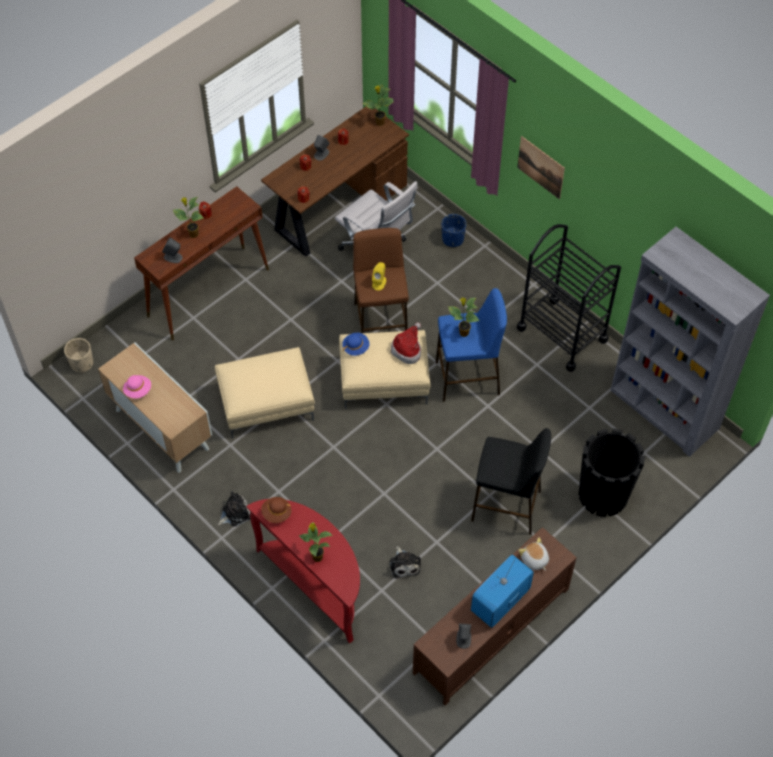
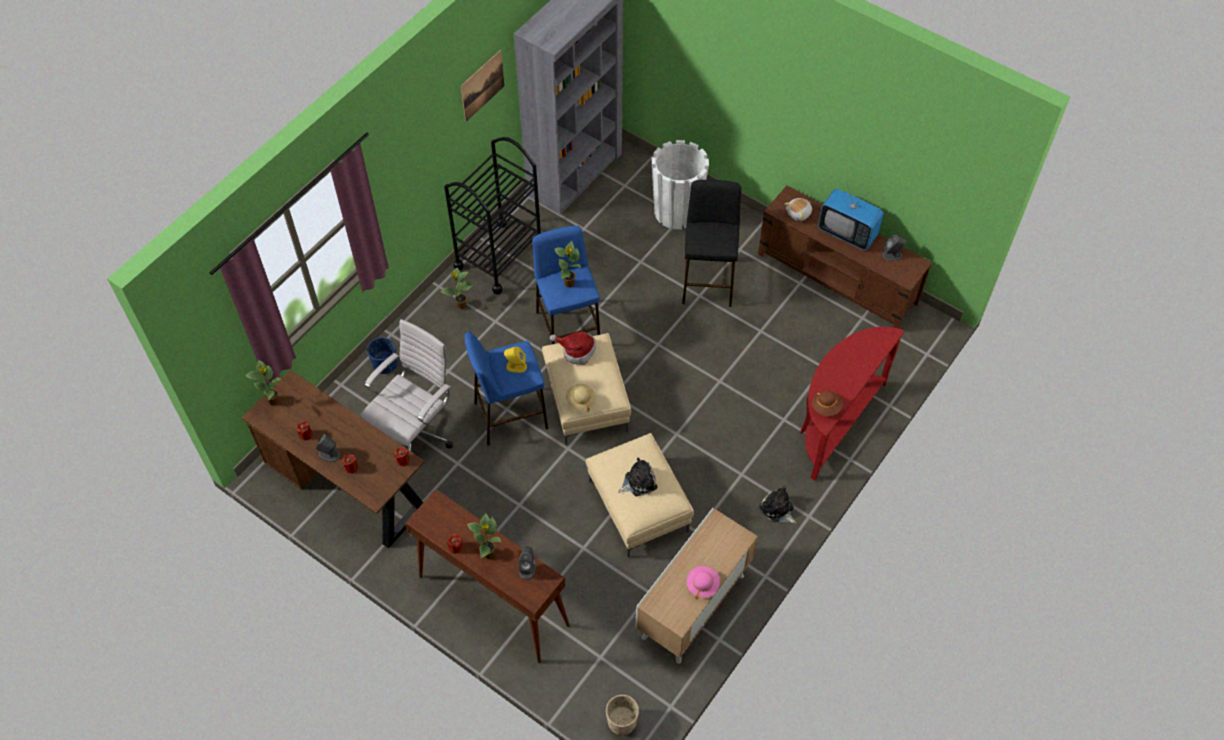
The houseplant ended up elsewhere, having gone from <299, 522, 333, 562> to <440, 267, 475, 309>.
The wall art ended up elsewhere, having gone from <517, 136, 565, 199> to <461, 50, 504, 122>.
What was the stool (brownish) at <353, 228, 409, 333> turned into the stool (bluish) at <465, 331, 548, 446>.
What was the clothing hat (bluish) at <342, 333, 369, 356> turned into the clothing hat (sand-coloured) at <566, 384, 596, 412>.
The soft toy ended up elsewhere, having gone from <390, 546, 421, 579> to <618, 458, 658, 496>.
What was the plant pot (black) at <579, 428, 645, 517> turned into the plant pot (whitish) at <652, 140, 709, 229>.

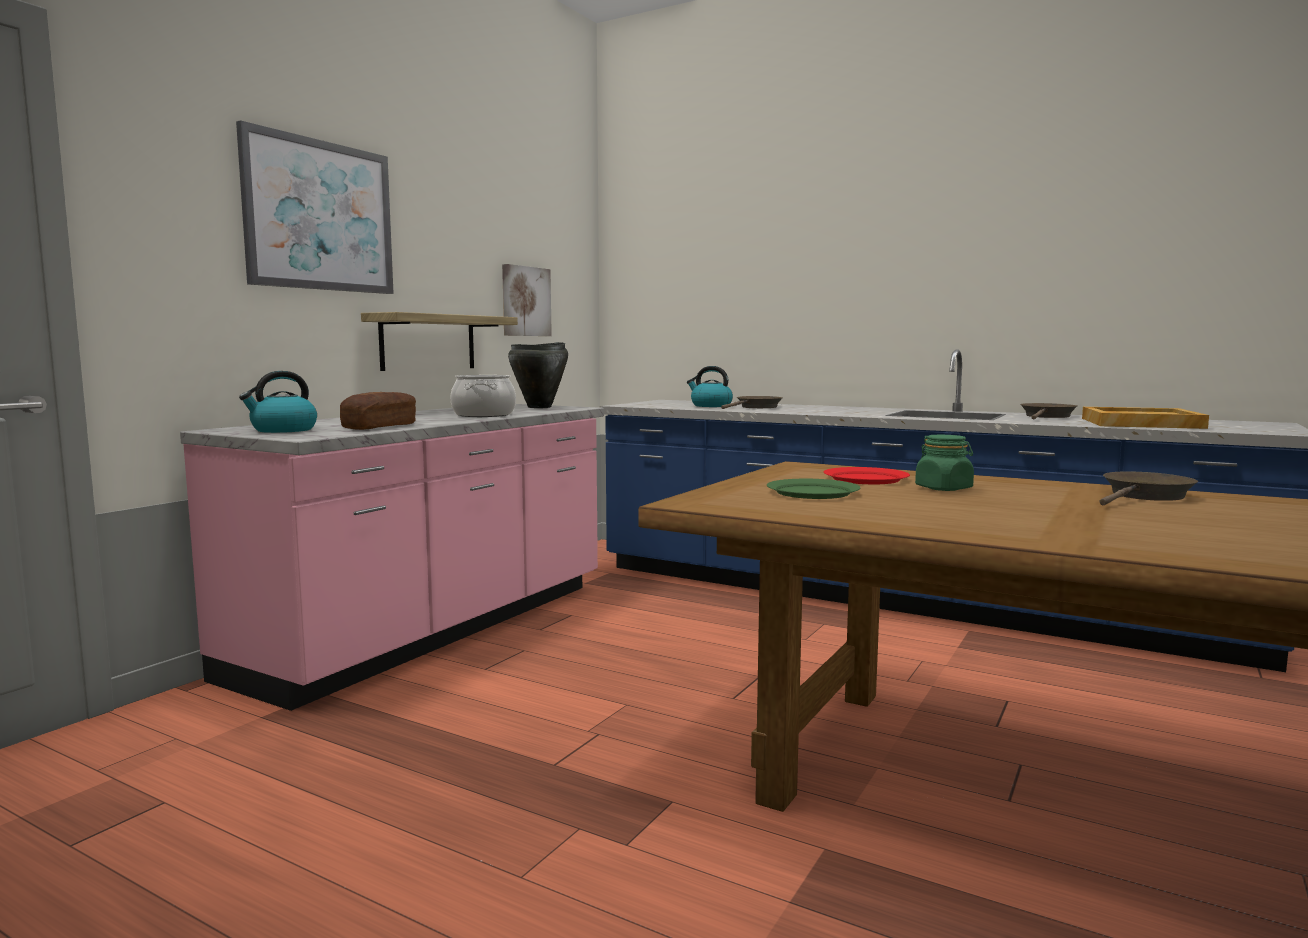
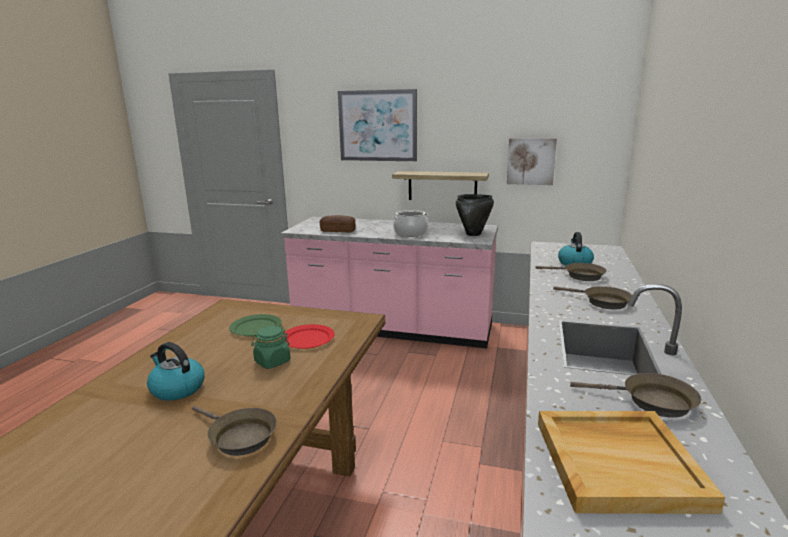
The kettle ended up elsewhere, having gone from <239, 371, 317, 433> to <147, 342, 205, 401>.
The second view gained the skillet (brownish) at <553, 286, 632, 310>.

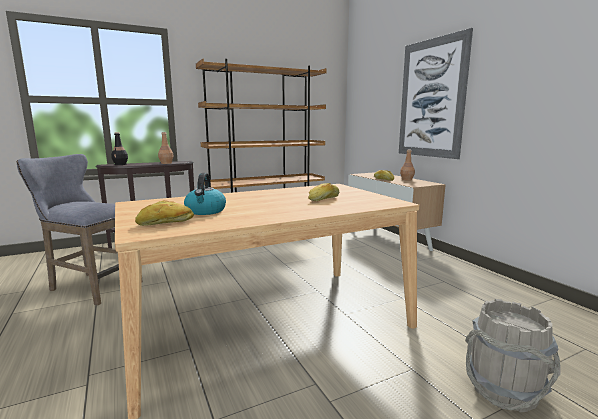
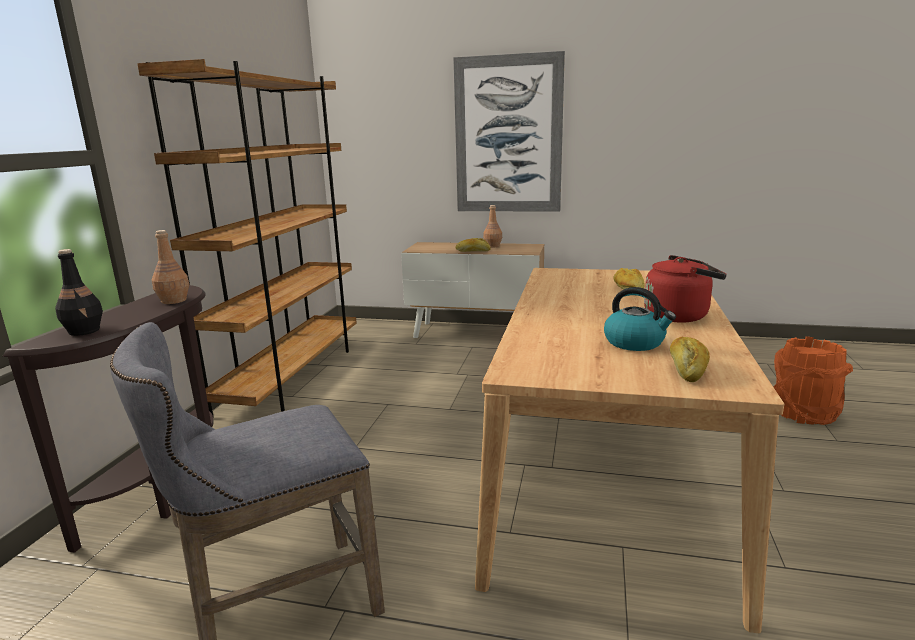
The second view gained the kettle (red-coloured) at <644, 255, 727, 323>.
What was the water bucket (greyish) at <465, 299, 561, 412> turned into the water bucket (orange) at <774, 336, 853, 425>.

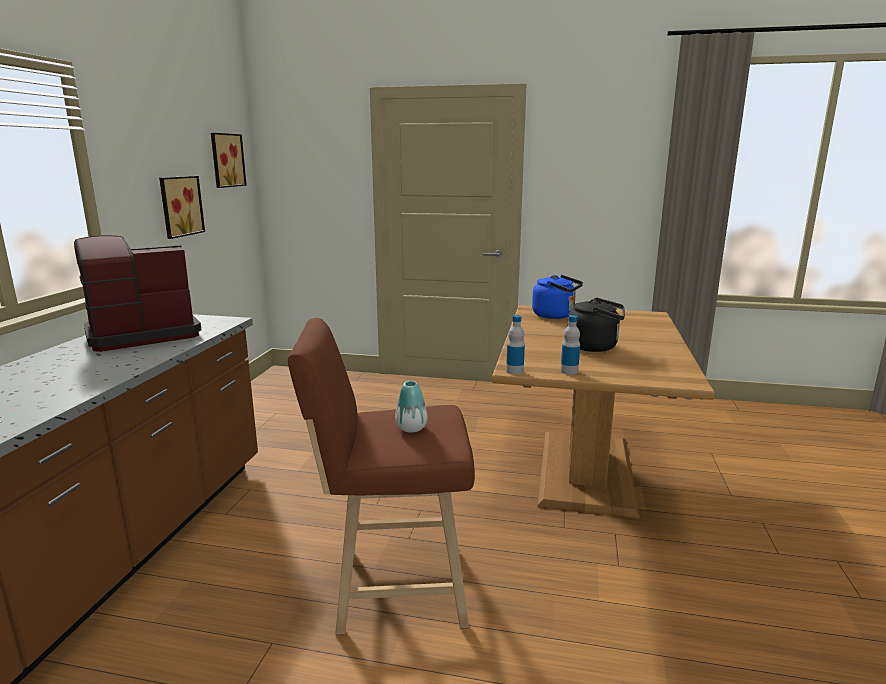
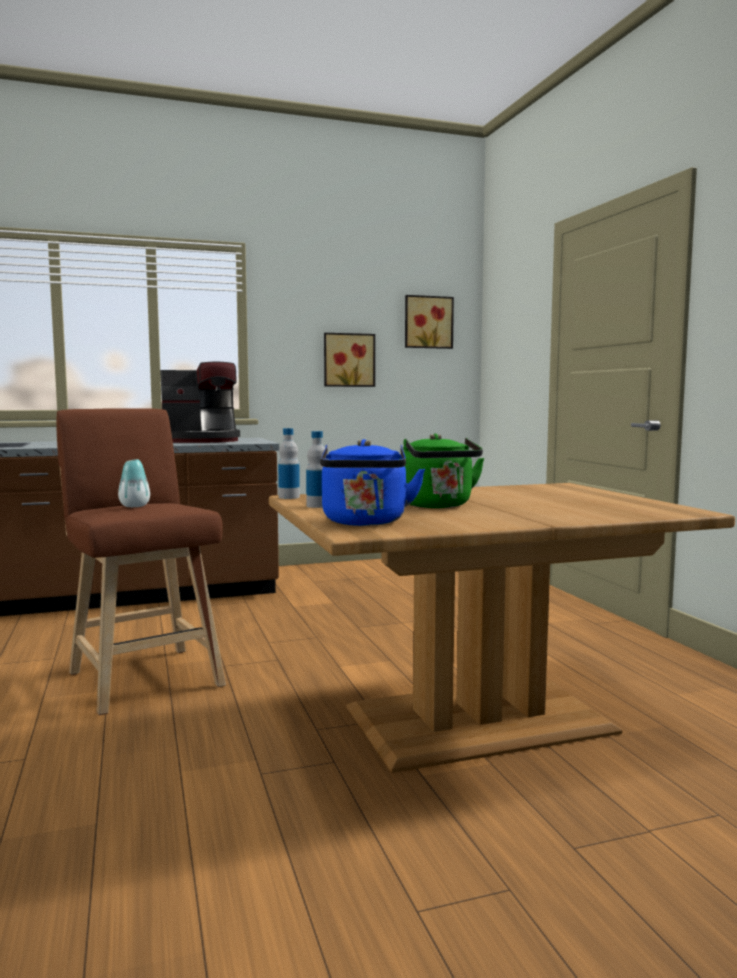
The coffee maker at <74, 235, 201, 352> ended up facing another way, 135 degrees clockwise from before.
The kettle (bluish) ended up elsewhere, having gone from <532, 275, 583, 319> to <320, 439, 425, 526>.
What was the kettle (black) at <567, 298, 625, 352> turned into the kettle (green) at <403, 434, 484, 508>.

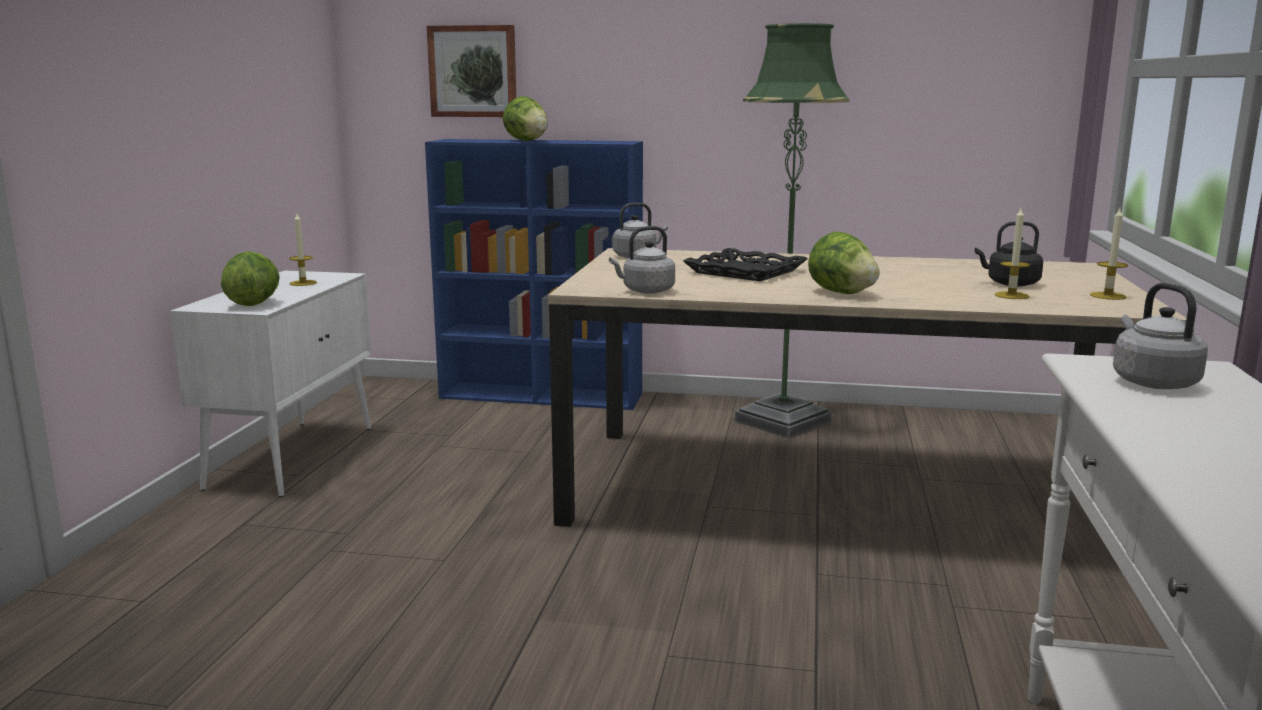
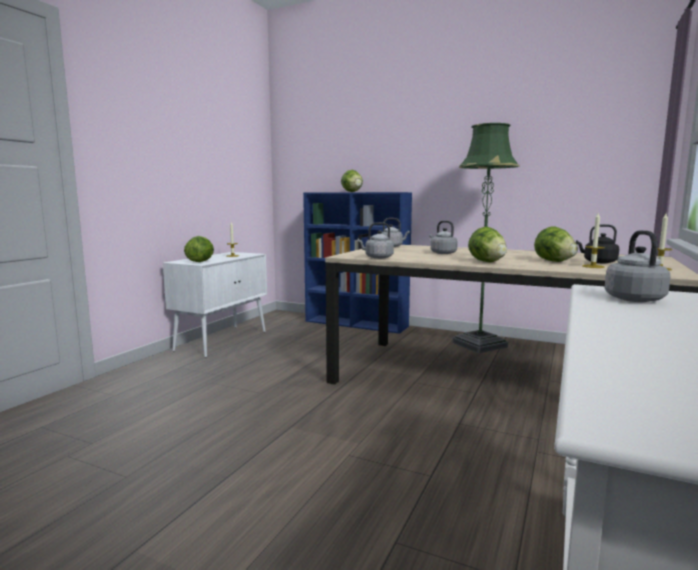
Where the carrying tray (black) stood at <683, 248, 808, 281>, the kettle (greyish) came to stand at <429, 221, 458, 254>.
The second view gained the lettuce head at <534, 226, 578, 262>.
The second view lost the wall art at <427, 25, 516, 117>.

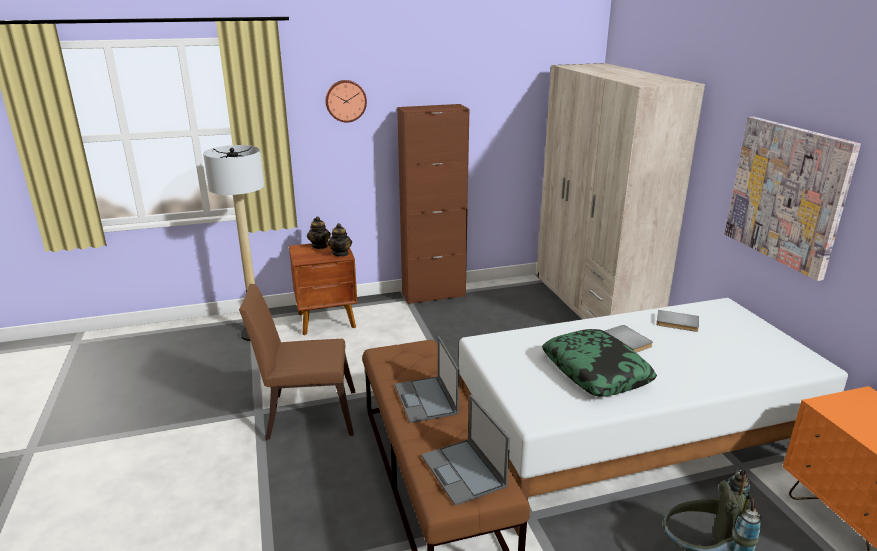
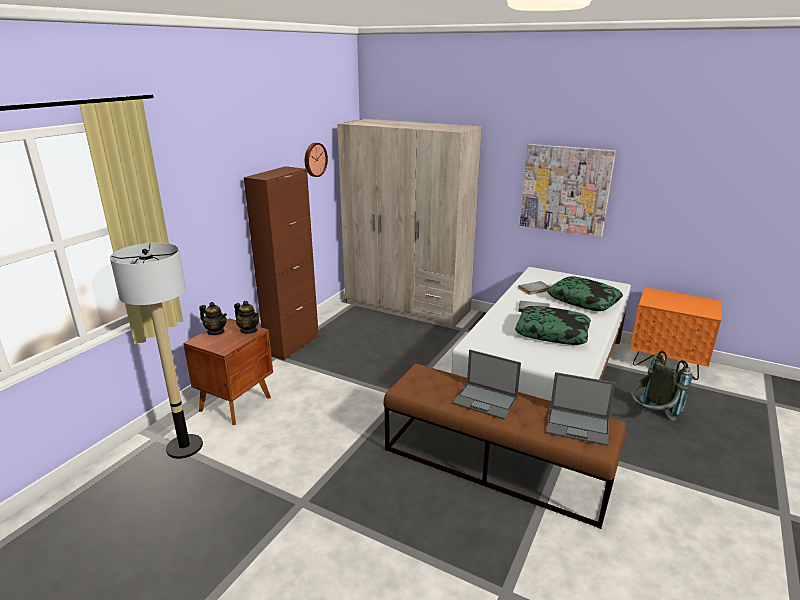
The wall clock ended up elsewhere, having gone from <325, 80, 367, 122> to <305, 143, 328, 177>.
The second view gained the throw pillow at <547, 276, 623, 311>.
The second view lost the plain chair (brownish) at <239, 284, 355, 440>.

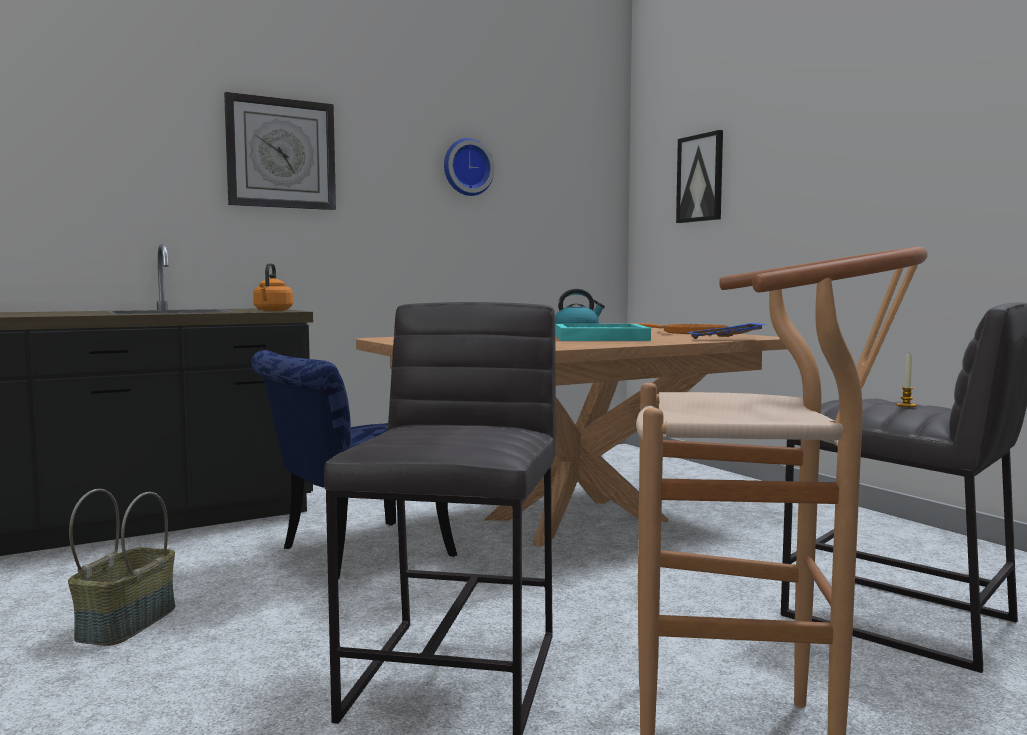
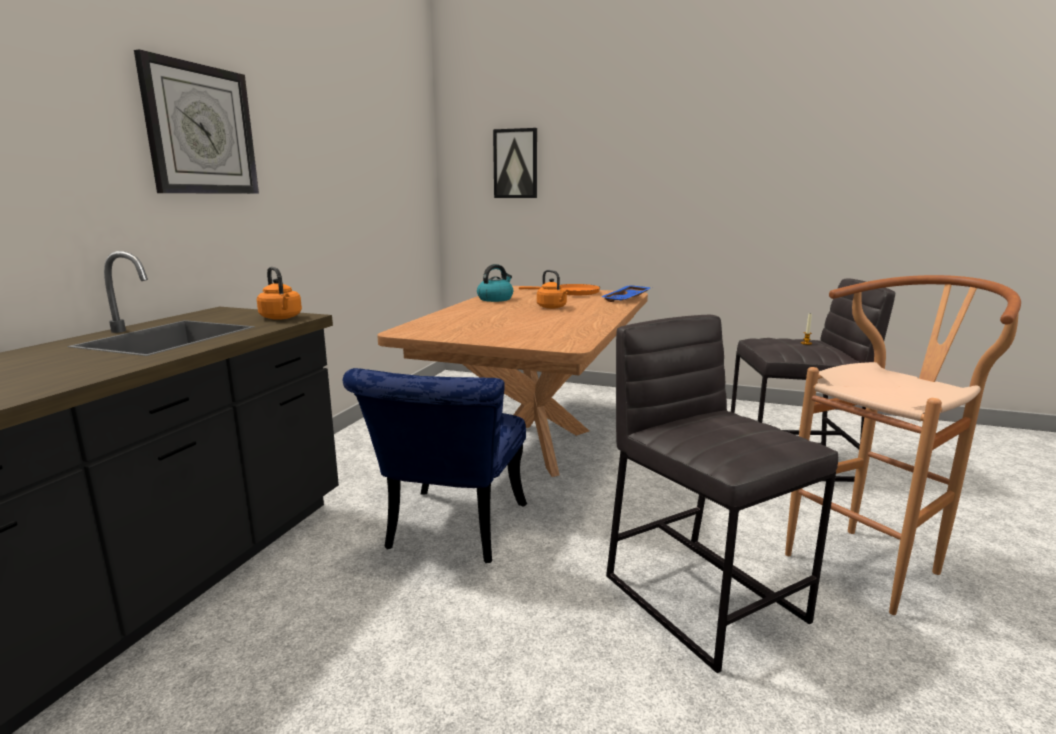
Where the carrying tray (turquoise-coloured) stood at <555, 324, 651, 341>, the kettle (orange) came to stand at <537, 270, 568, 309>.
The second view lost the storage basket at <68, 489, 175, 646>.
The second view lost the wall clock at <444, 138, 494, 196>.

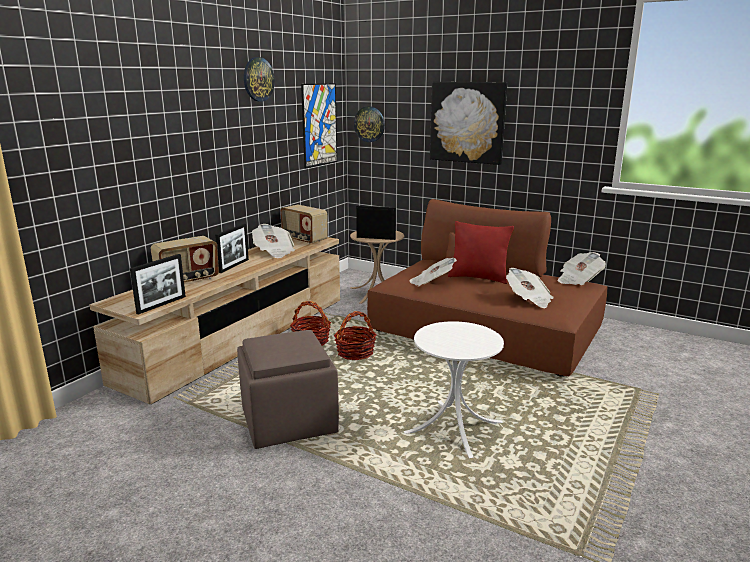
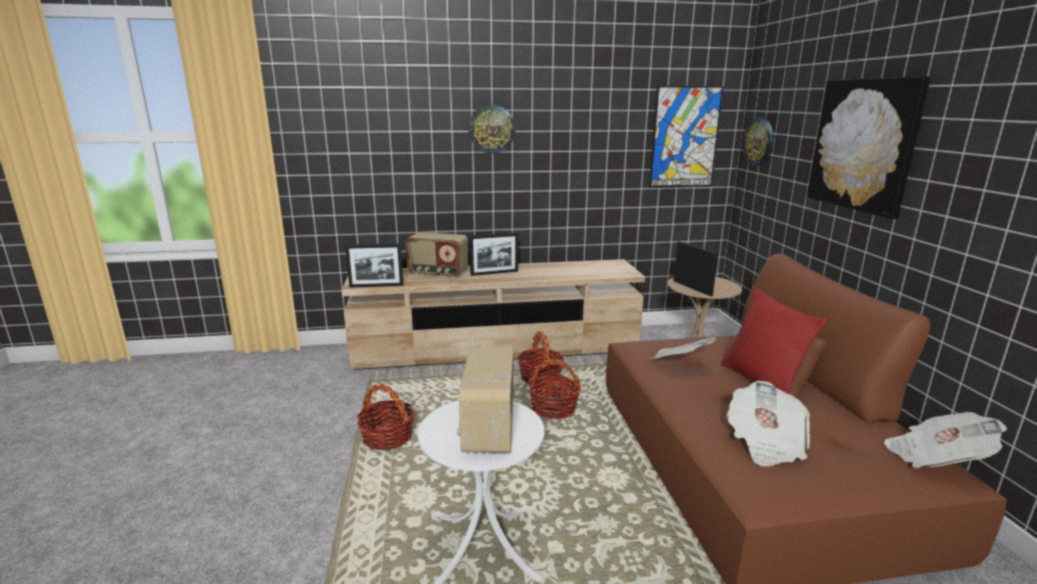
Where the footrest (brownish) stood at <237, 330, 339, 449>, the storage basket came to stand at <357, 384, 415, 451>.
The radio set ended up elsewhere, having gone from <280, 204, 328, 244> to <457, 346, 514, 453>.
The wall clock ended up elsewhere, having gone from <244, 57, 275, 102> to <468, 104, 516, 154>.
The second view lost the newspaper at <252, 224, 295, 258>.

